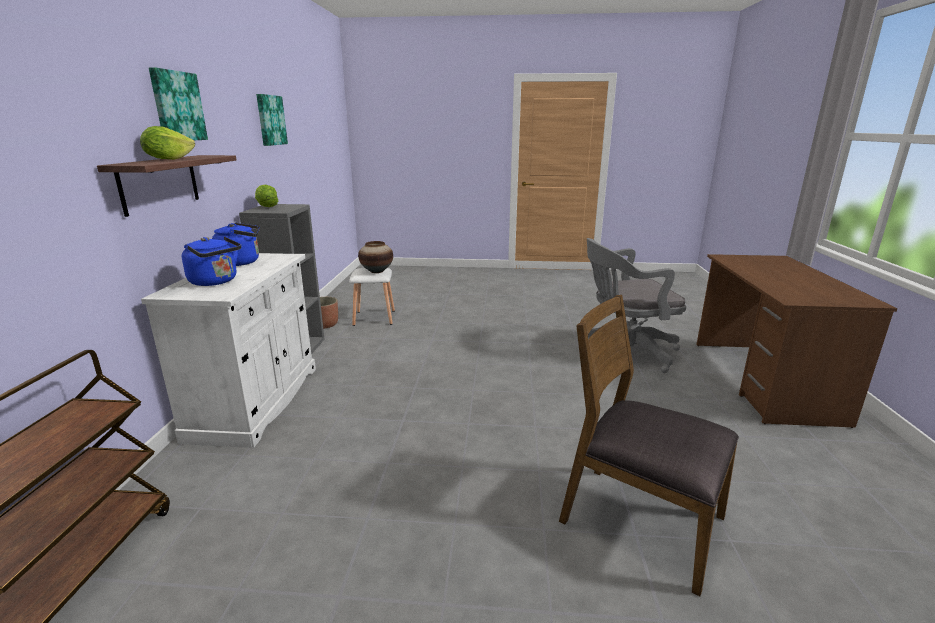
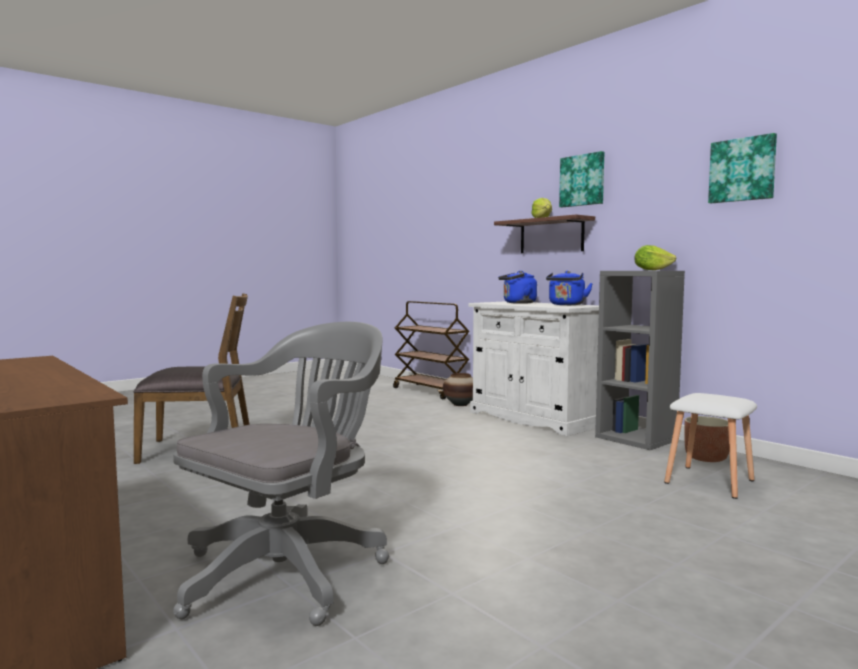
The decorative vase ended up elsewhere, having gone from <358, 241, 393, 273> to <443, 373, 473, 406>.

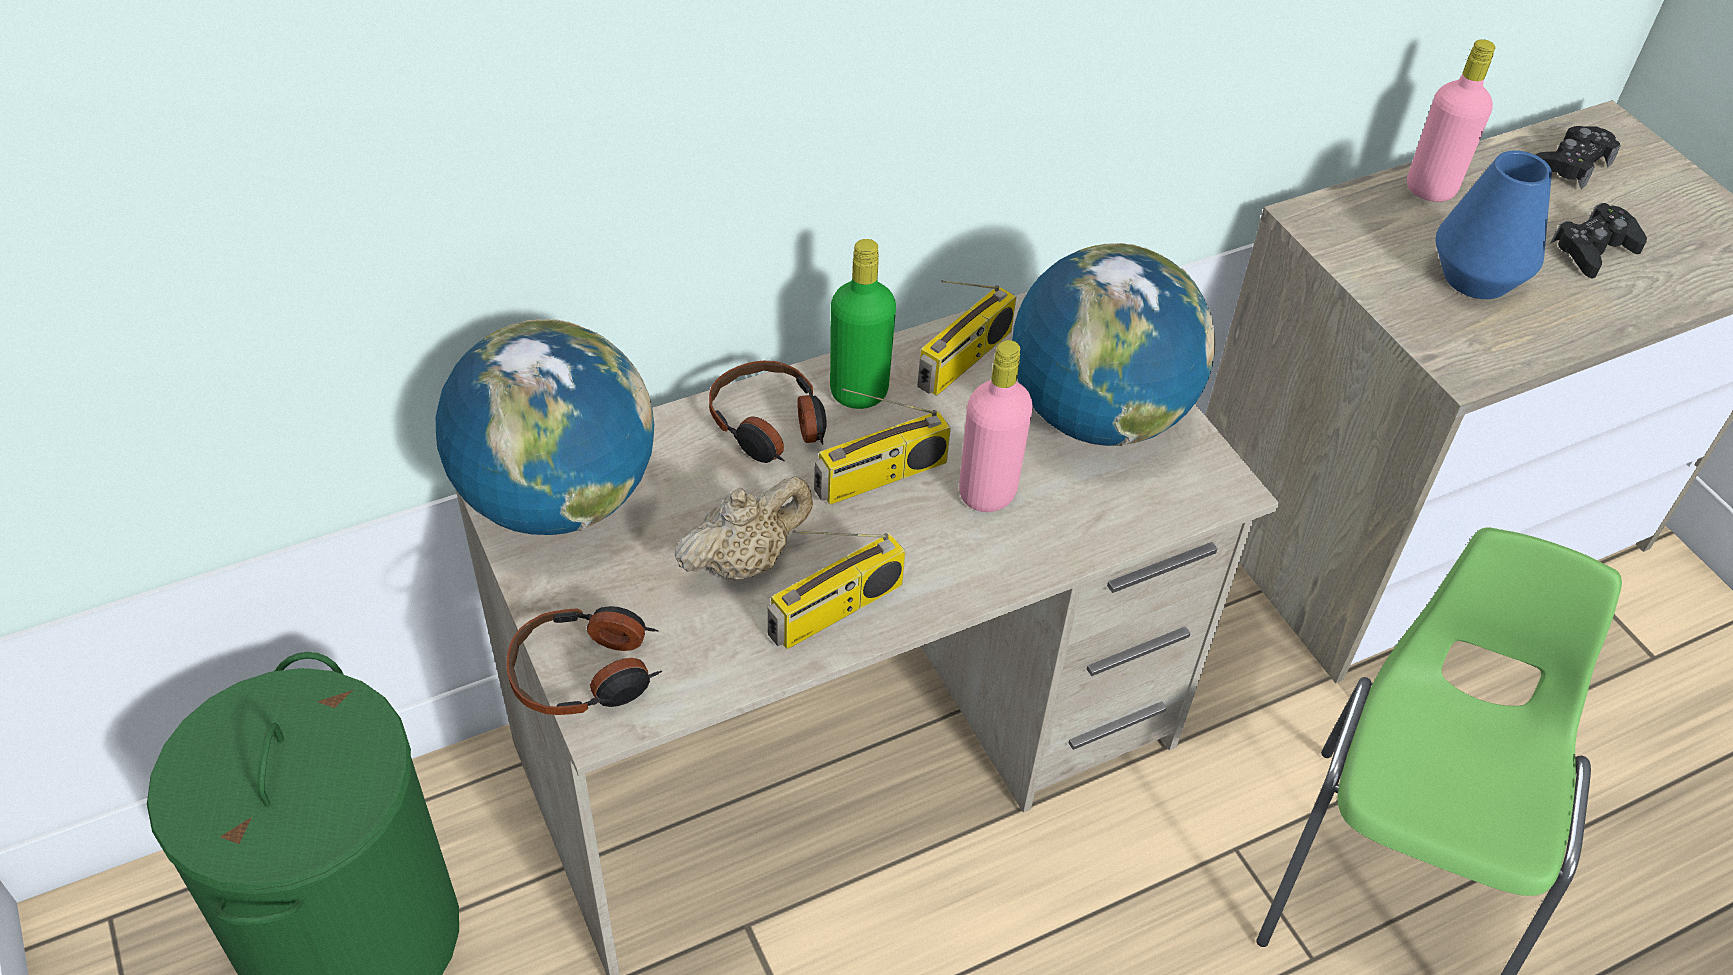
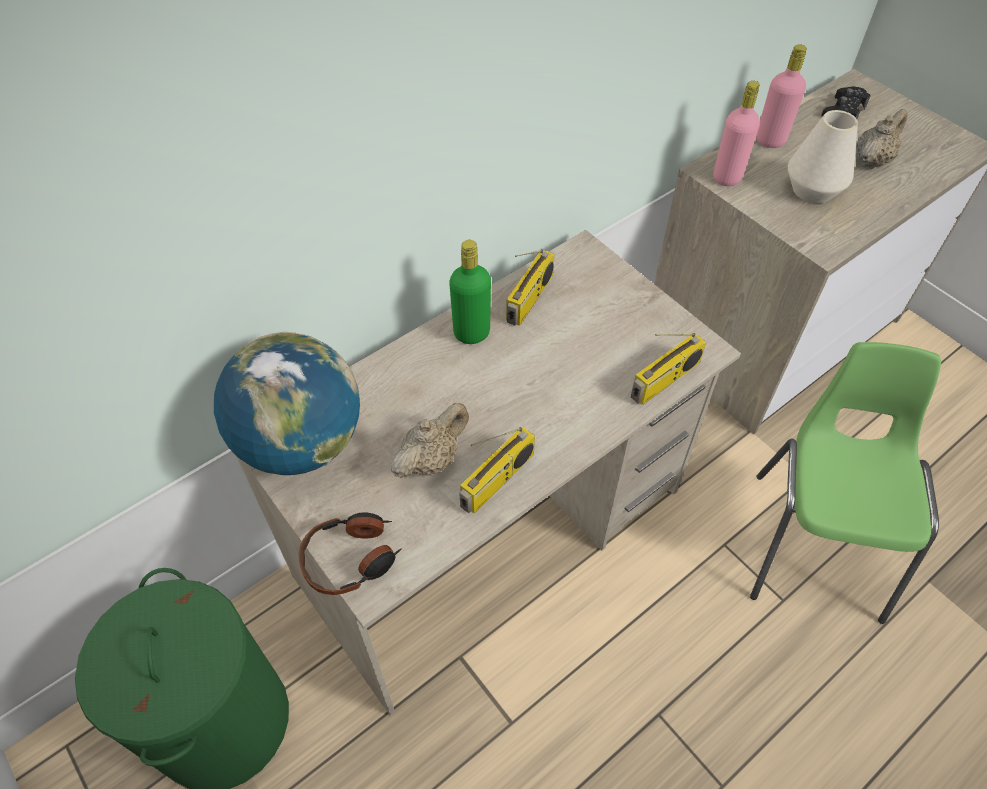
The radio set ended up elsewhere, having gone from <814, 388, 951, 505> to <631, 333, 706, 405>.
The drink bottle (pink-coloured) ended up elsewhere, having gone from <959, 340, 1033, 512> to <713, 81, 760, 186>.
What was the decorative vase (bluish) at <1436, 151, 1552, 299> turned into the decorative vase (whitish) at <788, 110, 858, 203>.
Where the joypad (black) stood at <1551, 203, 1647, 279>, the pot for tea (sand-coloured) came to stand at <856, 109, 907, 169>.
The second view lost the pair of headphones at <709, 361, 827, 463>.
The second view lost the desk globe at <1012, 243, 1215, 446>.

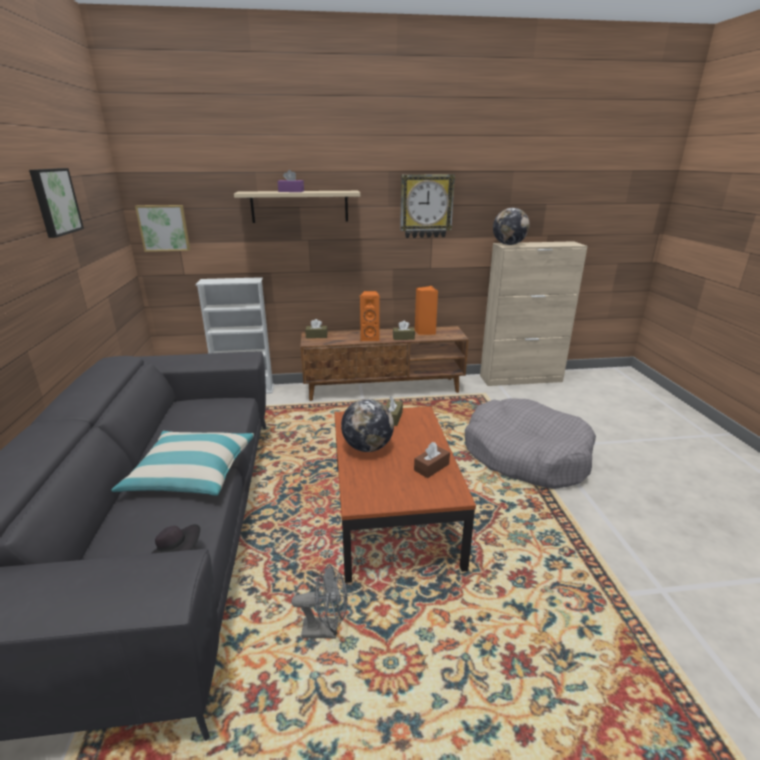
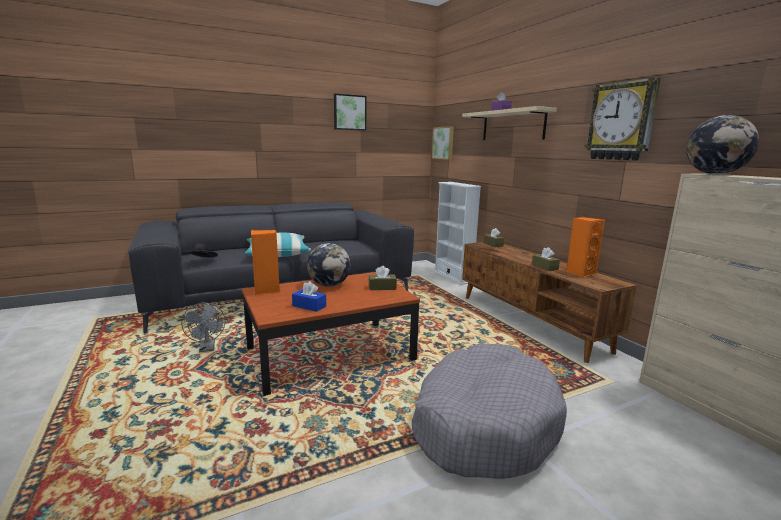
The audio speaker (orange) ended up elsewhere, having gone from <360, 291, 380, 341> to <251, 230, 280, 295>.
What was the tissue box (brownish) at <414, 442, 450, 478> turned into the tissue box (bluish) at <292, 281, 326, 312>.

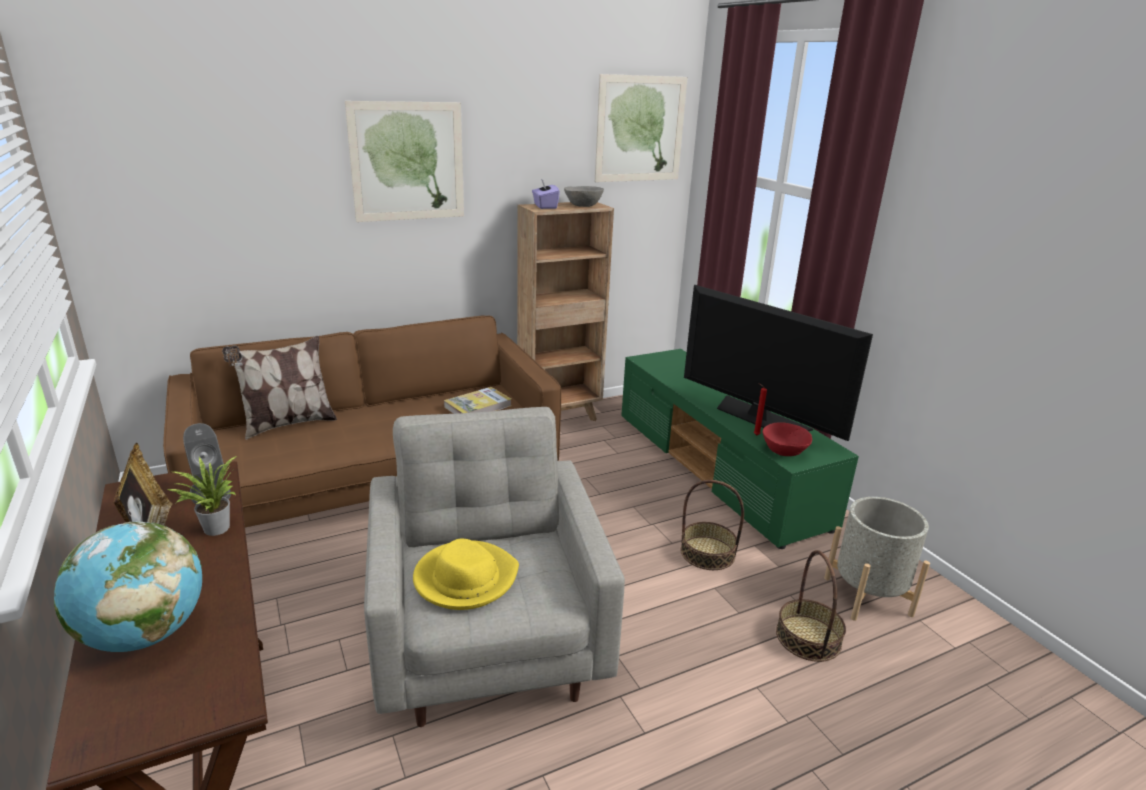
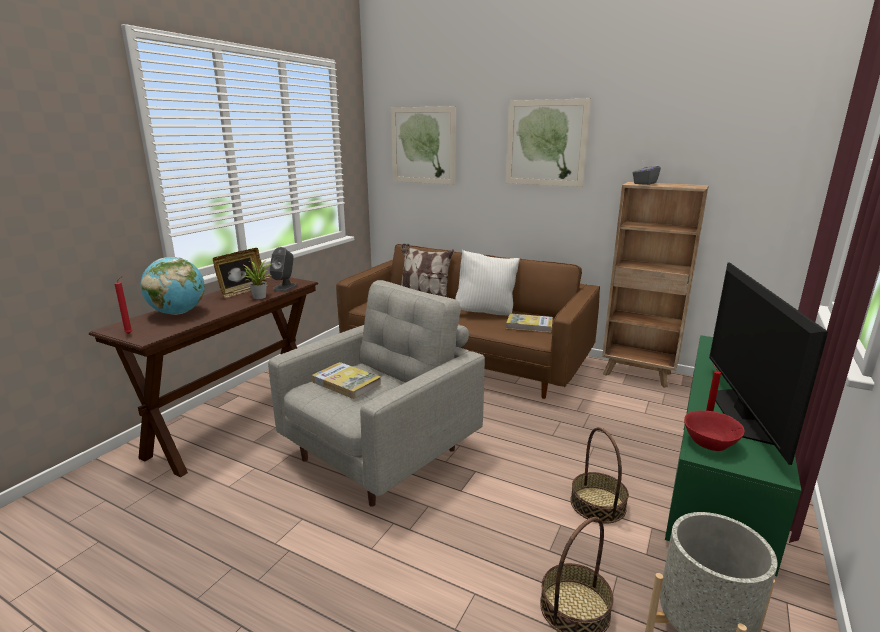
The second view gained the wax light (red-coloured) at <114, 276, 133, 334>.
Where the clothing hat (yellow) stood at <413, 539, 519, 610>, the volume came to stand at <312, 362, 381, 399>.
The wall art ended up elsewhere, having gone from <595, 74, 687, 182> to <391, 106, 456, 185>.
The second view gained the throw pillow (whitish) at <455, 250, 520, 315>.
What was the tissue box (purple) at <532, 179, 560, 209> turned into the tissue box (greyish) at <633, 159, 661, 185>.
The second view lost the serving bowl (greyish) at <564, 186, 604, 207>.

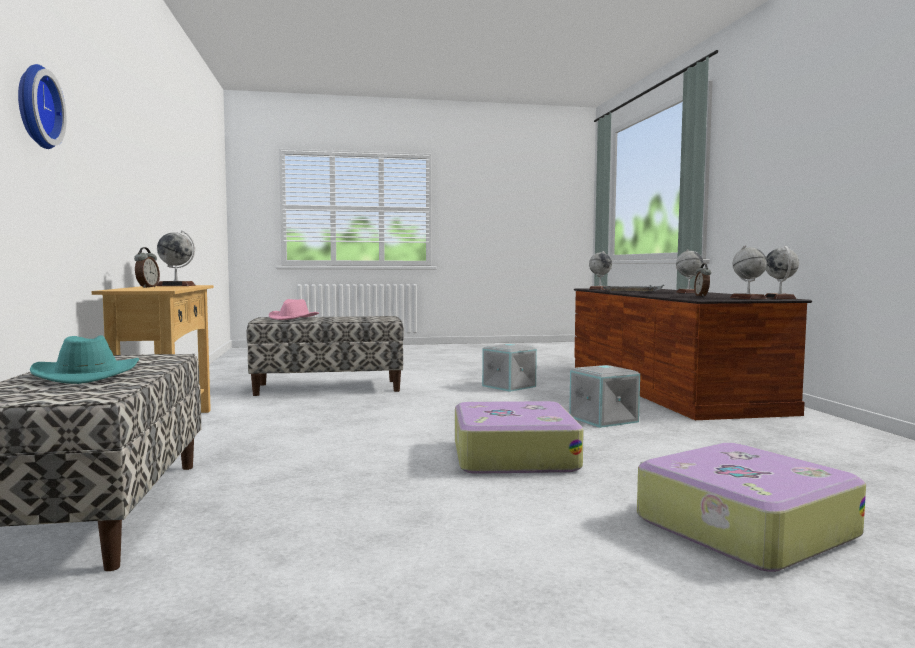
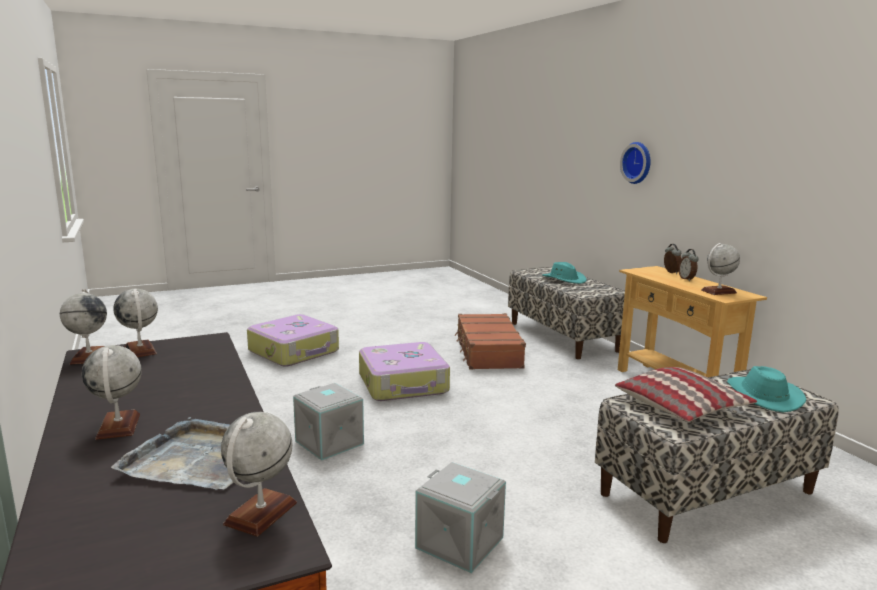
The second view gained the travel case (brownish) at <455, 313, 526, 369>.
The second view gained the throw pillow at <615, 367, 757, 422>.
The bedside clock ended up elsewhere, having gone from <694, 263, 711, 297> to <664, 244, 682, 274>.
What was the clothing hat (pink-coloured) at <269, 299, 319, 320> turned into the clothing hat (turquoise-coloured) at <727, 366, 806, 412>.

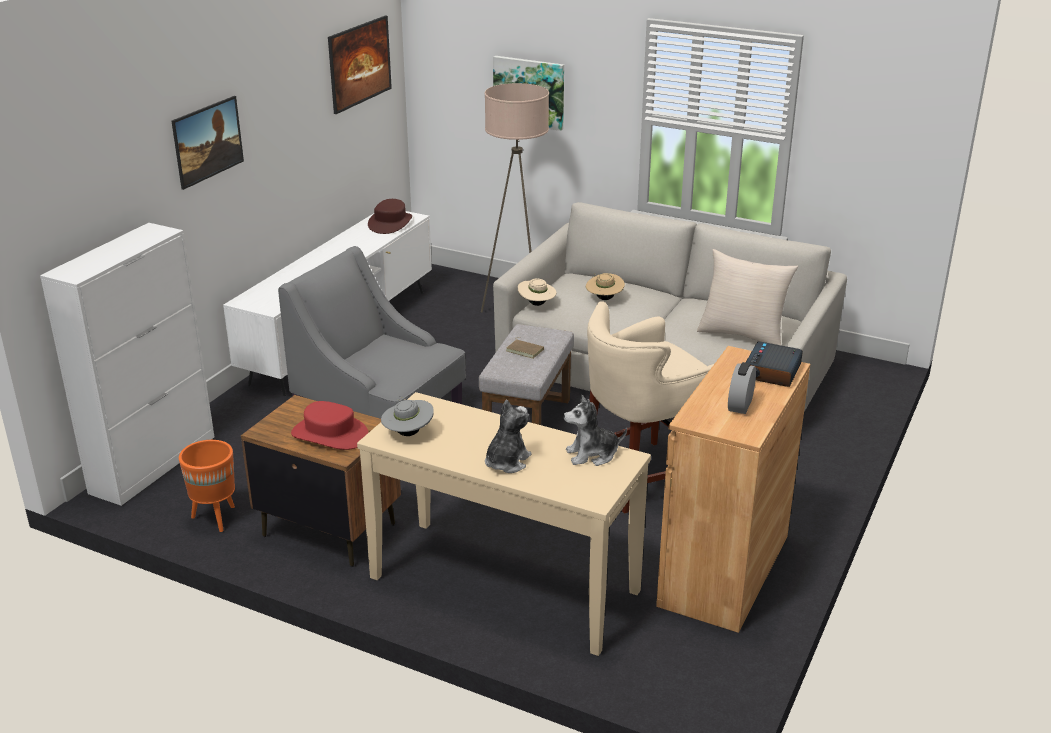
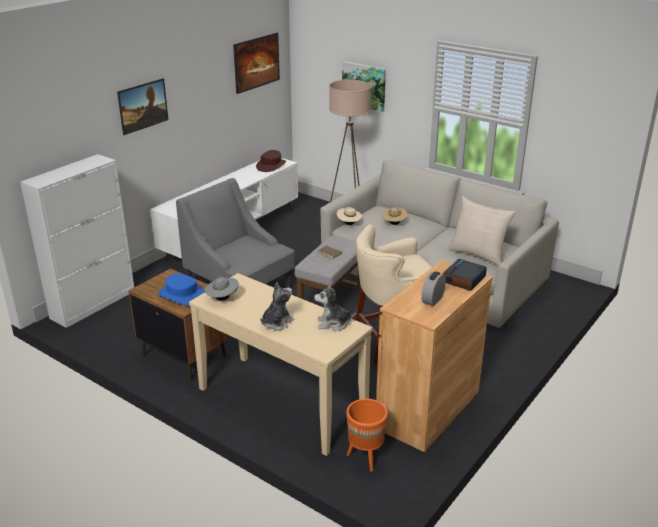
What was the clothing hat (red-coloured) at <291, 401, 369, 450> turned into the clothing hat (bluish) at <158, 274, 205, 306>.
The plant pot (orange) ended up elsewhere, having gone from <179, 440, 235, 532> to <346, 399, 388, 472>.

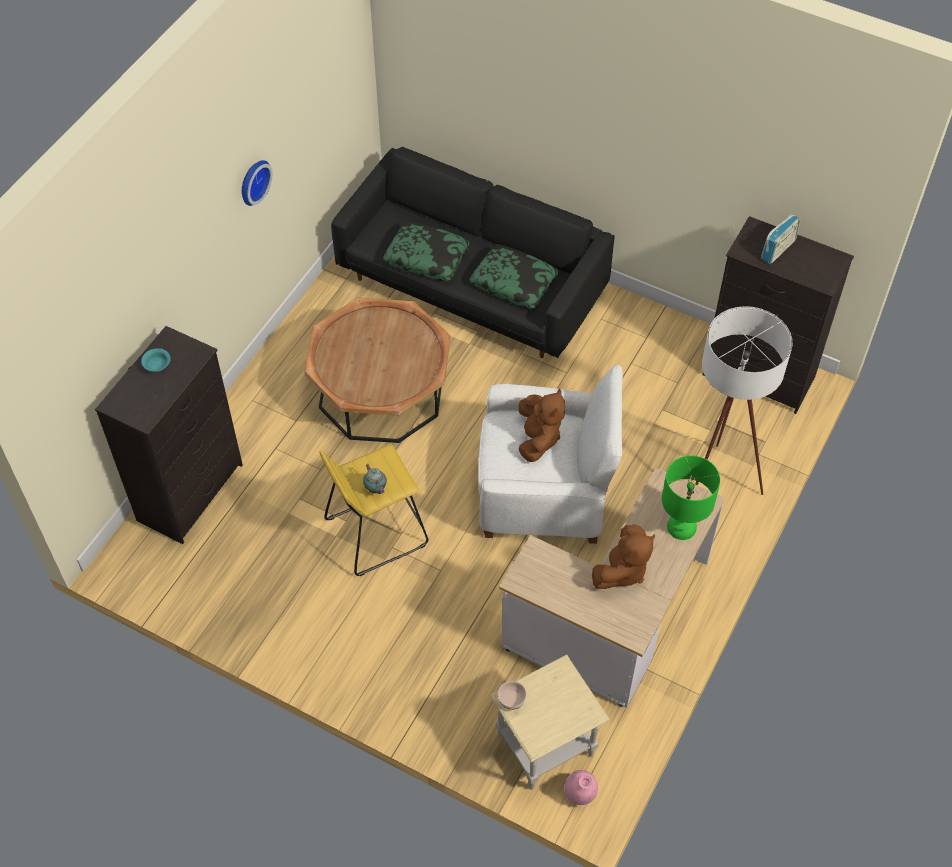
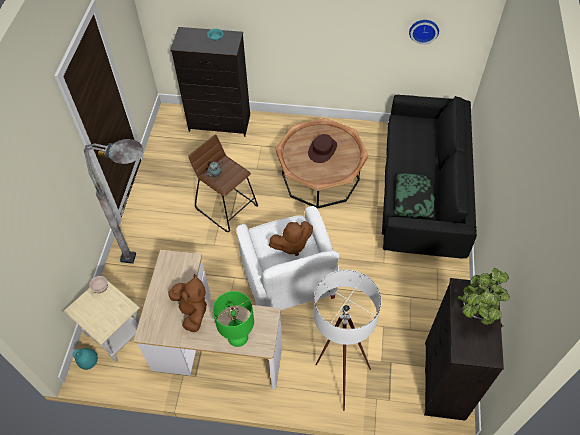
What was the decorative vase (pink-coloured) at <564, 770, 598, 805> turned into the decorative vase (turquoise-coloured) at <73, 348, 98, 370>.
The second view gained the standard lamp (greyish) at <84, 139, 143, 264>.
The soft toy (brownish) at <592, 524, 655, 589> ended up facing another way, 135 degrees counterclockwise from before.
What was the stool (yellow) at <319, 444, 428, 576> turned into the stool (brownish) at <188, 134, 258, 232>.
The second view gained the clothing hat (brownish) at <308, 134, 337, 163>.
The wall clock ended up elsewhere, having gone from <242, 160, 273, 206> to <409, 20, 439, 44>.
Where the radio set stood at <761, 214, 801, 264>, the houseplant came to stand at <458, 268, 510, 325>.
The second view lost the throw pillow at <383, 221, 470, 281>.

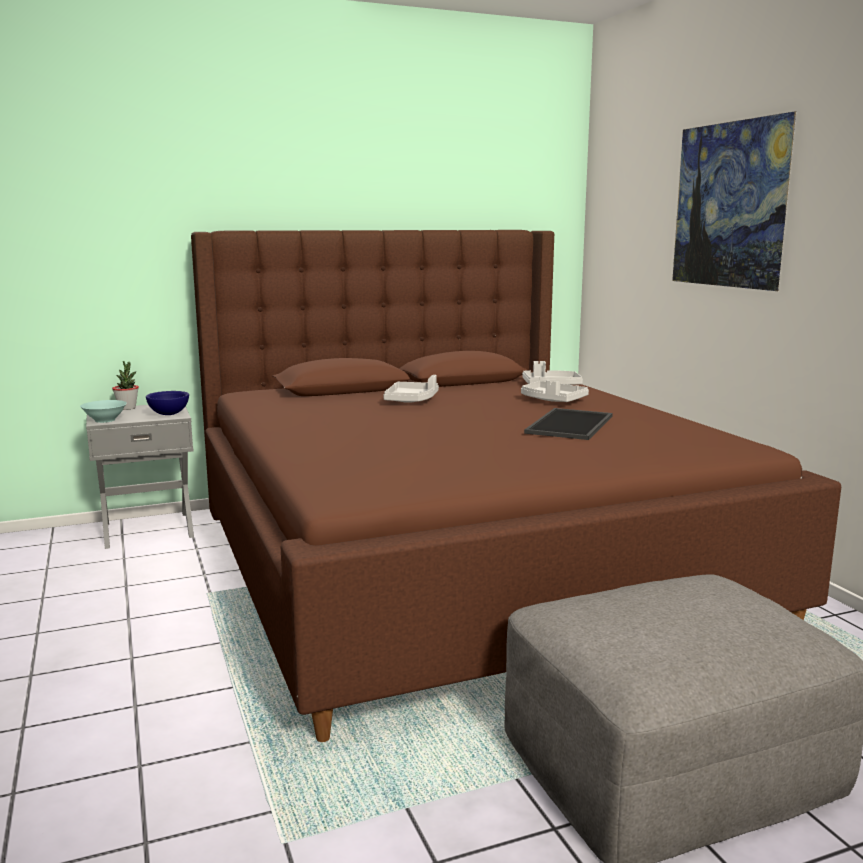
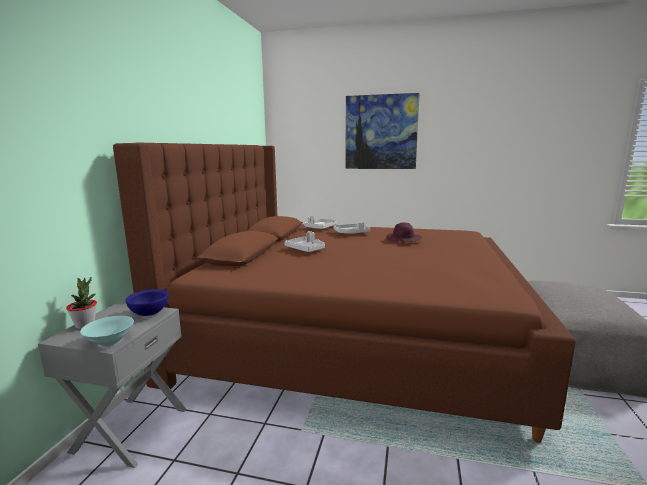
Where the carrying tray stood at <524, 408, 613, 440>, the clothing hat (purple) came to stand at <386, 223, 422, 242>.

